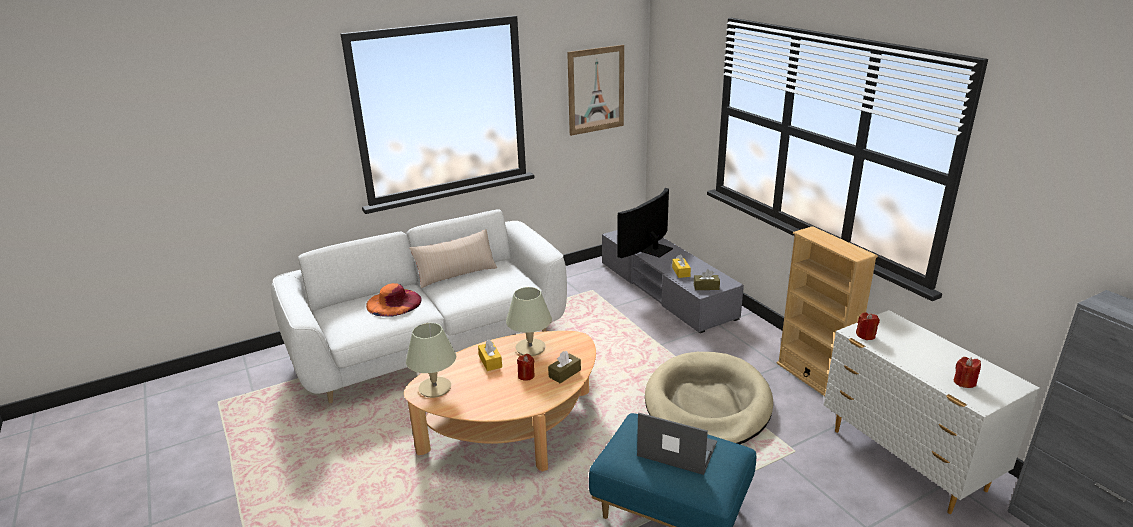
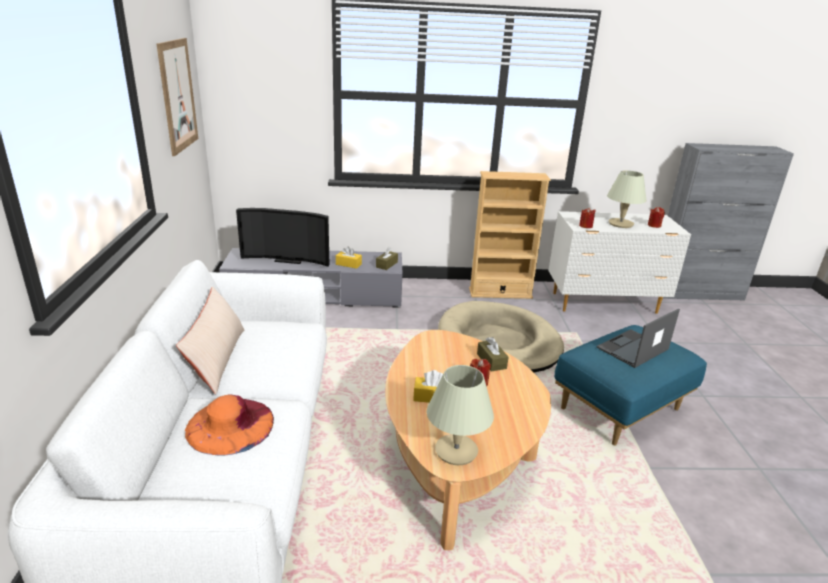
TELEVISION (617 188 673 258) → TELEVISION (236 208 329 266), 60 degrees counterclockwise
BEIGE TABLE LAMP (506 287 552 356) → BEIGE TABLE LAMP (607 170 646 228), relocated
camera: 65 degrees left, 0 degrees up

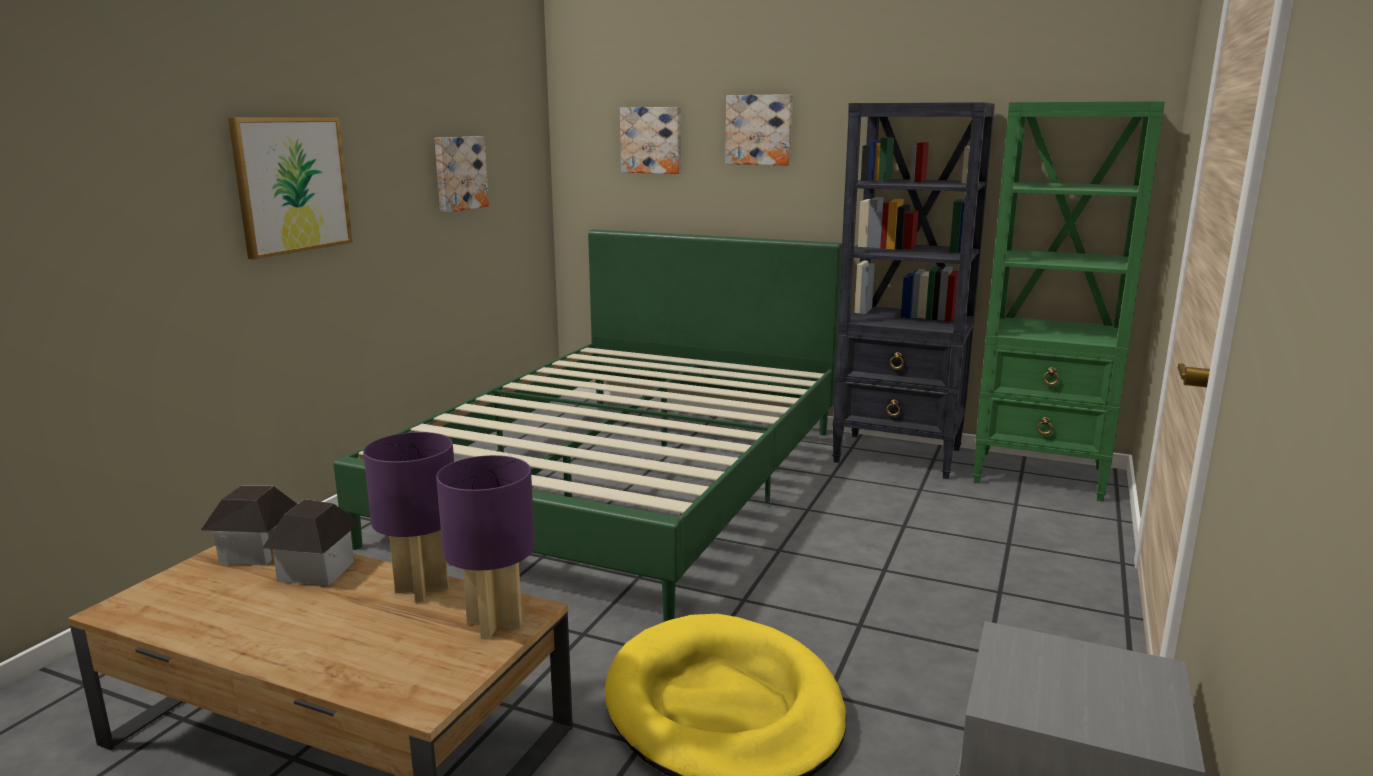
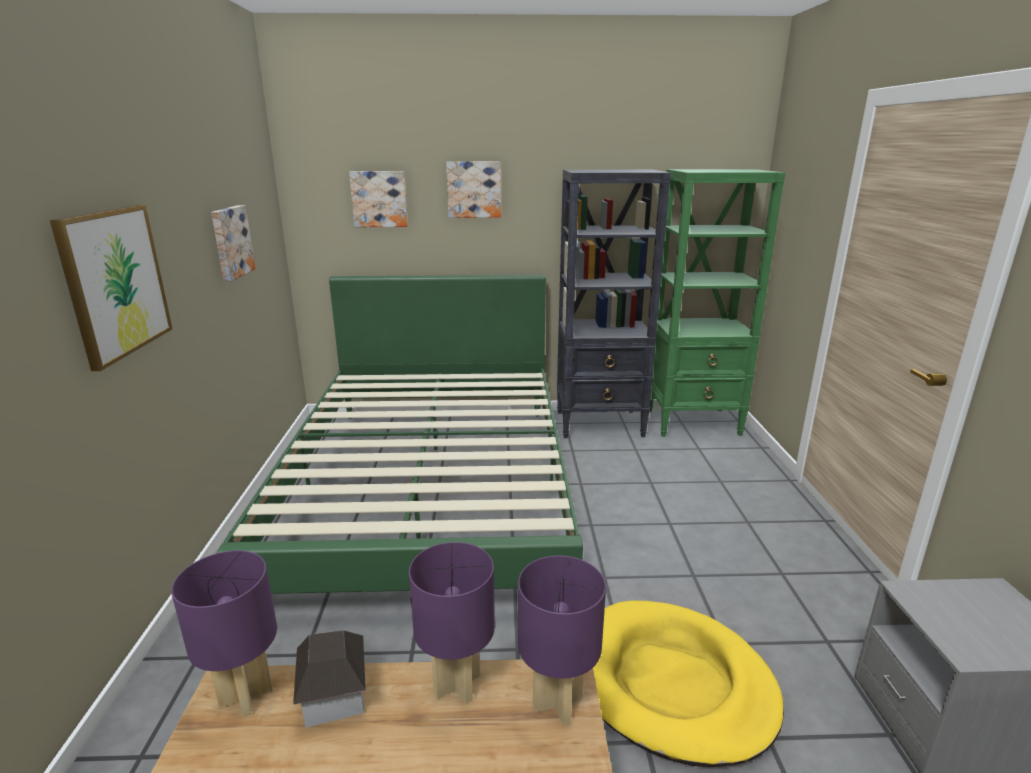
TOY HOUSE (201 486 297 565) → PURPLE TABLE LAMP (171 550 277 717)
camera: 25 degrees left, 5 degrees up

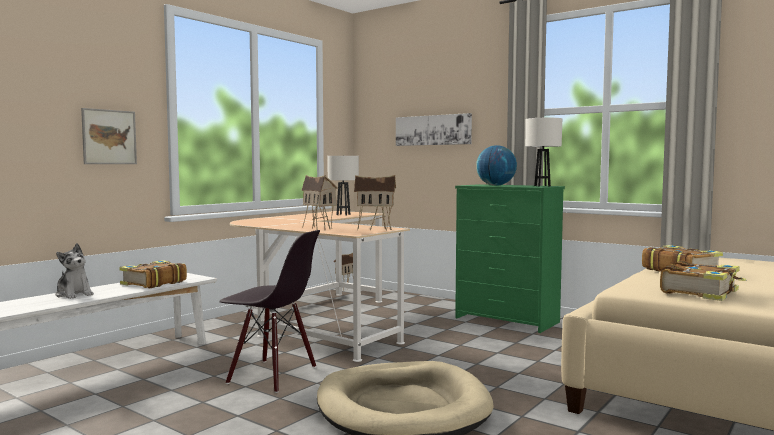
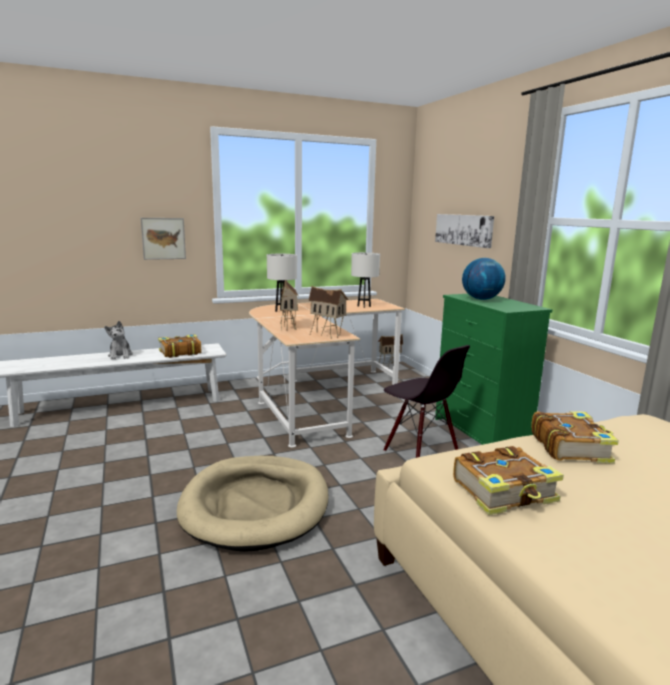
WHITE TABLE LAMP (525 118 562 187) → WHITE TABLE LAMP (267 254 297 313), relocated
BLACK CHAIR (219 230 320 393) → BLACK CHAIR (383 345 470 458), relocated
camera: 30 degrees right, 10 degrees up

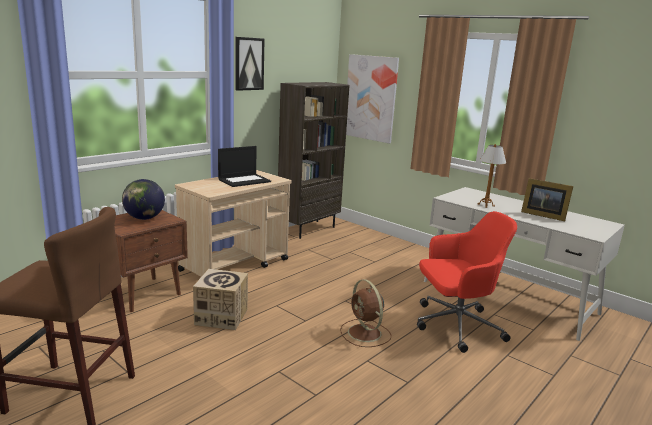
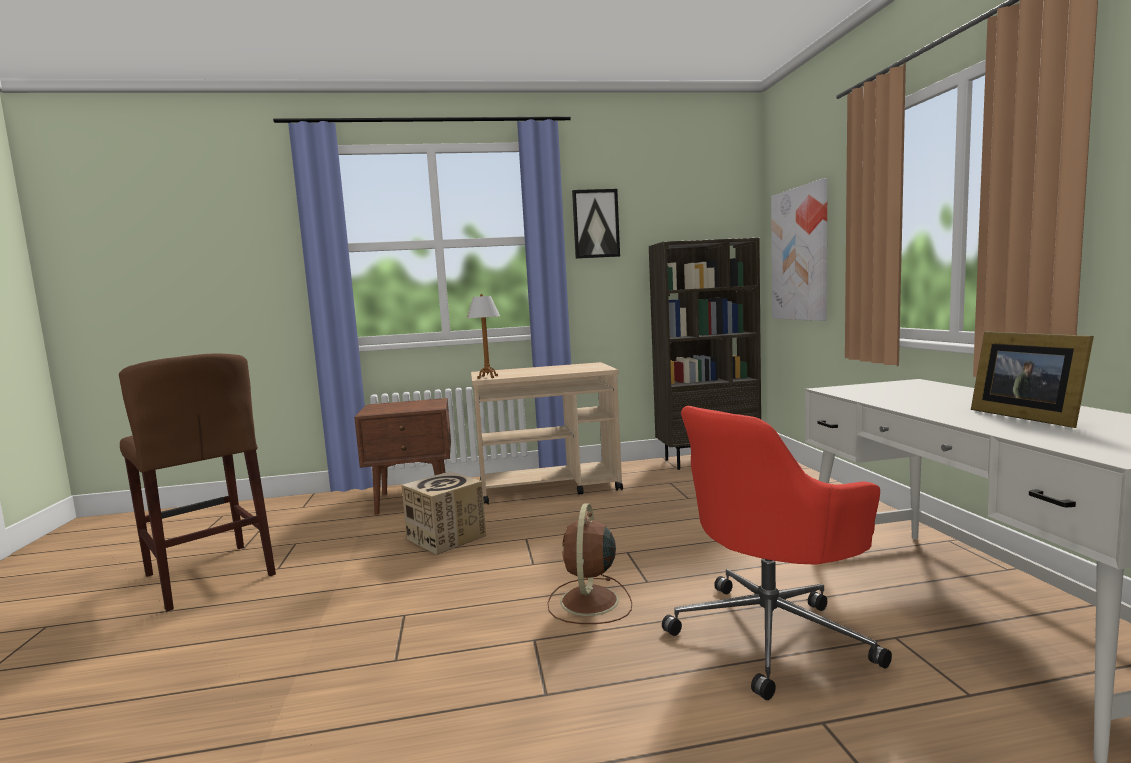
TABLE LAMP (478 144 506 208) → TABLE LAMP (467 294 500 379), relocated
LAPTOP (218 146 271 187) → -
GLOBE (122 179 165 220) → -
RED OFFICE CHAIR (417 211 517 353) → RED OFFICE CHAIR (662 406 892 700), 120 degrees clockwise
camera: 40 degrees right, 10 degrees down

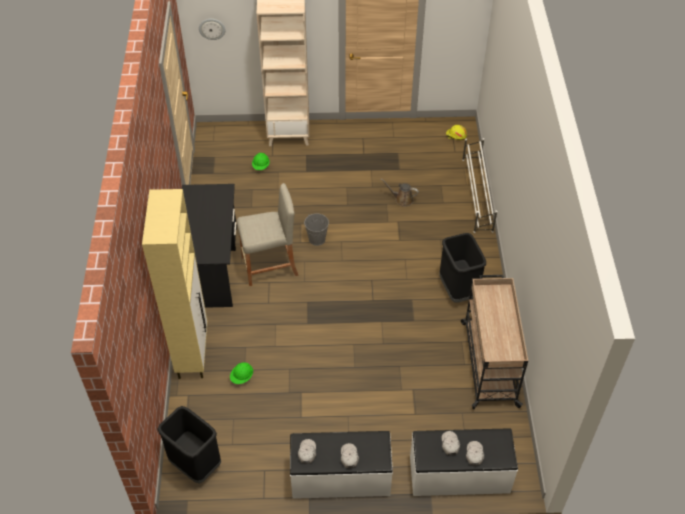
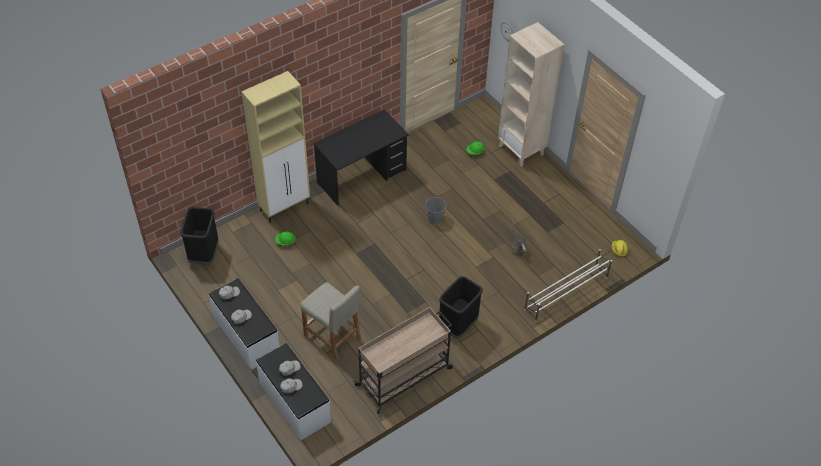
BEIGE STOOL (236 183 299 286) → BEIGE STOOL (301 282 362 361), relocated
camera: 55 degrees right, 0 degrees up

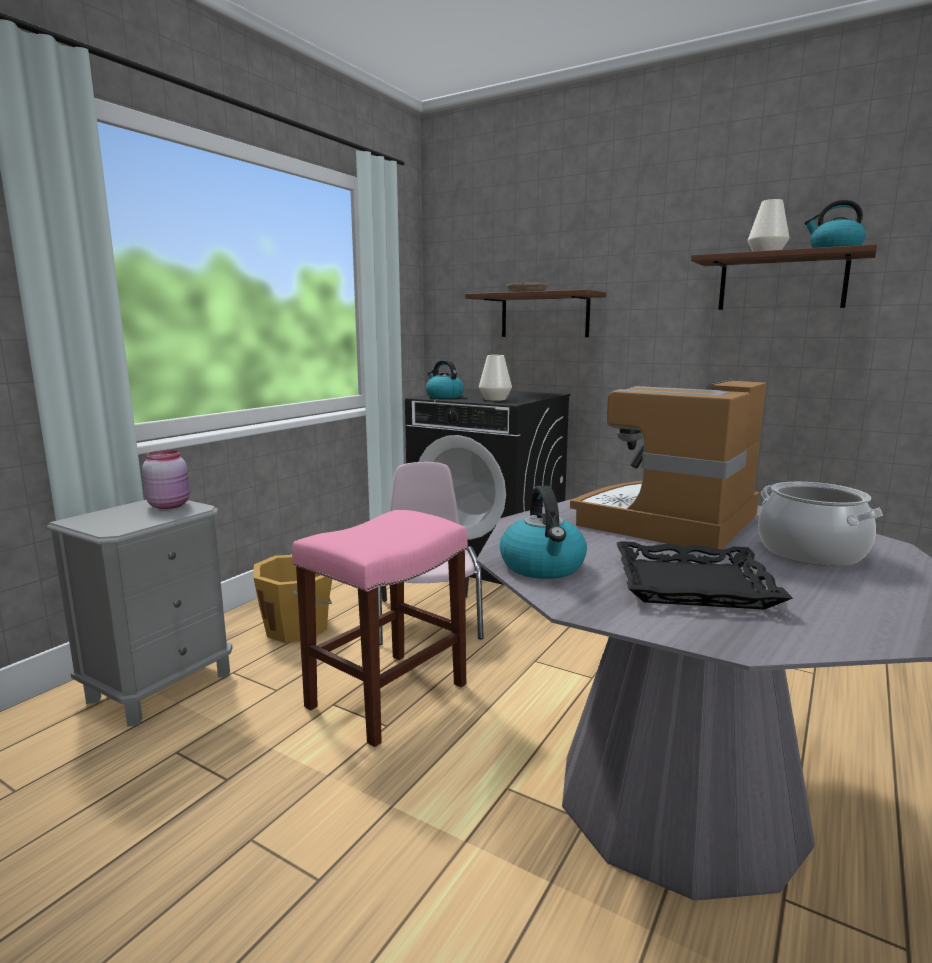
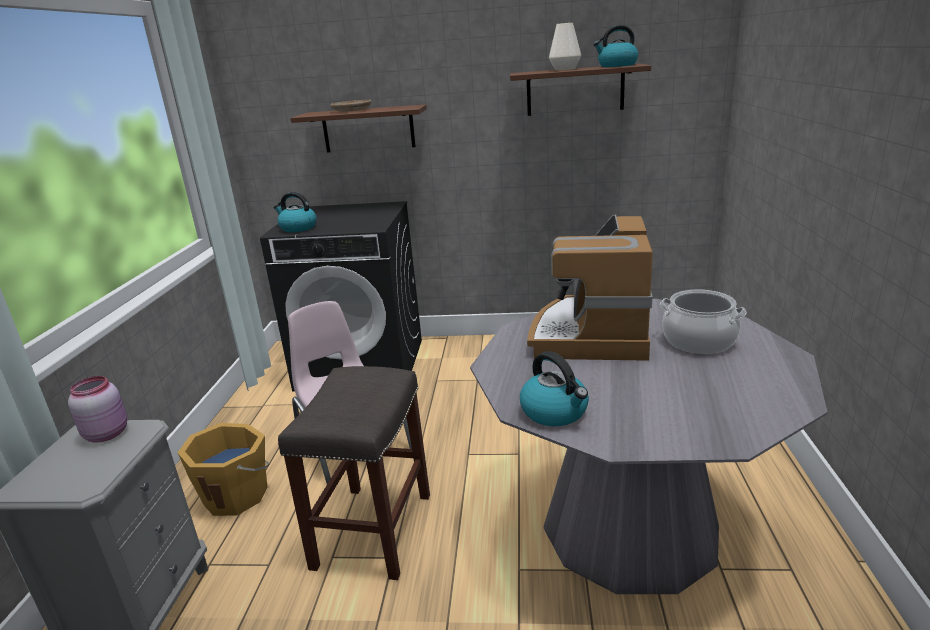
WHITE VASE (479 355 512 401) → -
PINK STOOL (292 510 468 747) → GREY STOOL (278 366 430 580)
BLACK TRAY (617 541 793 610) → -
camera: 25 degrees left, 10 degrees up

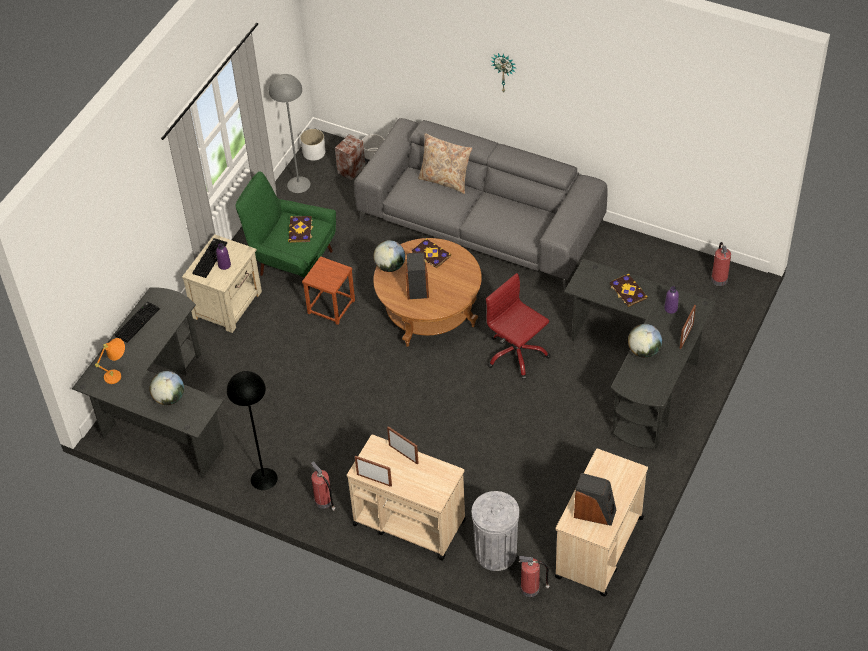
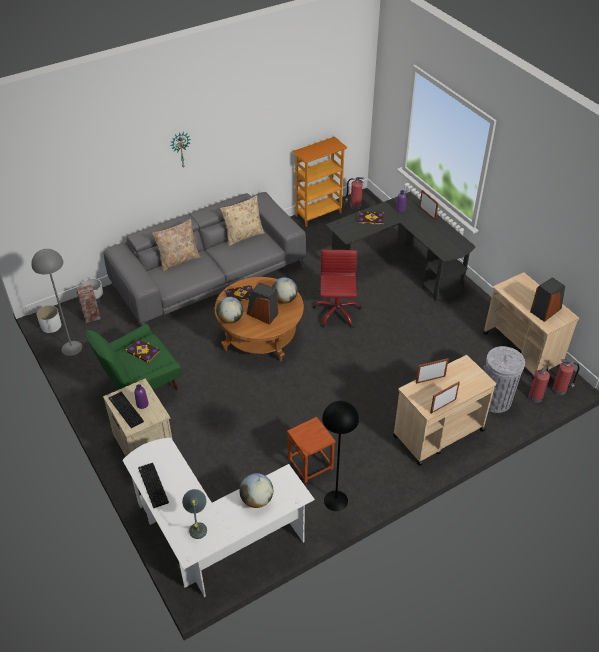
BROWN STOOL (302 256 355 325) → BROWN STOOL (287 417 336 483), relocated
RED OFFICE CHAIR (486 273 550 380) → RED OFFICE CHAIR (313 250 362 328), 105 degrees clockwise
BLACK DESK (72 287 224 478) → WHITE DESK (122 438 315 597)
GLOBE (628 324 662 358) → GLOBE (272 277 298 304), relocated
ORANGE TABLE LAMP (95 338 125 384) → GREY TABLE LAMP (182 489 207 539)
FIRE EXTINGUISHER (311 461 335 511) → FIRE EXTINGUISHER (552 359 580 395), relocated
- → BOOKCASE (292 137 348 227)
- → BEIGE PILLOW (220 195 265 246)
camera: 60 degrees left, 5 degrees down

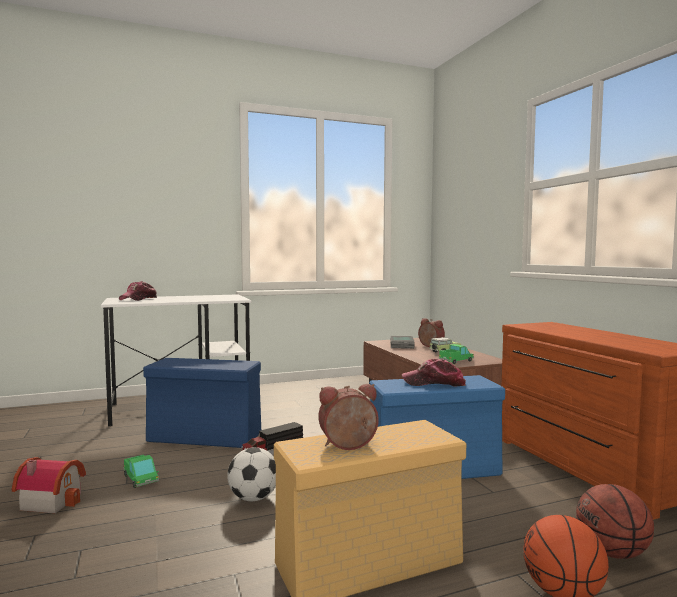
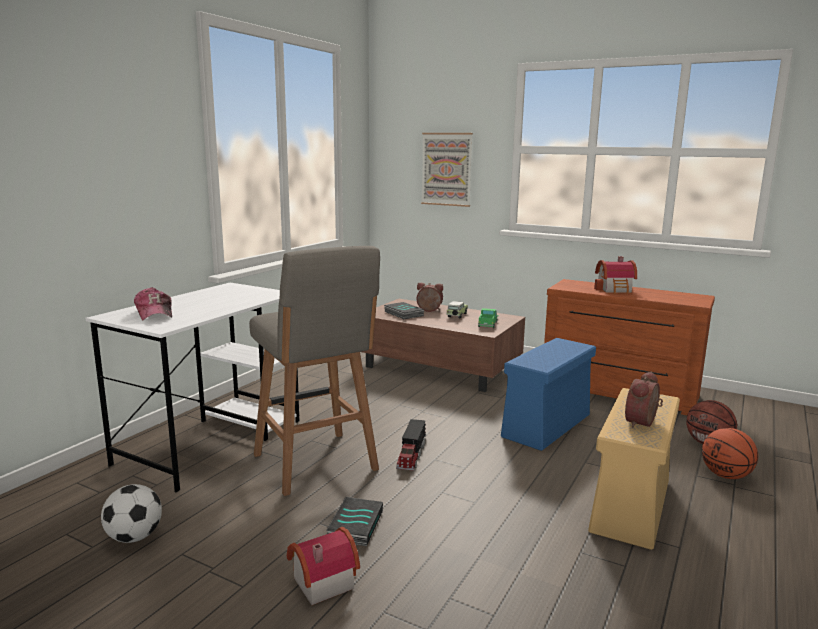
BLUE STORAGE BOX (143 358 261 448) → GREY STOOL (249 246 380 496)
CAP (402 359 466 387) → -
FOOTBALL (227 447 276 501) → FOOTBALL (101 484 162 543), relocated
TOY TRUCK (123 455 159 488) → BOOK (326 497 383 546)
- → PICTURE (421 133 473 207)
- → TOY HOUSE (594 256 637 294)
camera: 40 degrees left, 10 degrees up

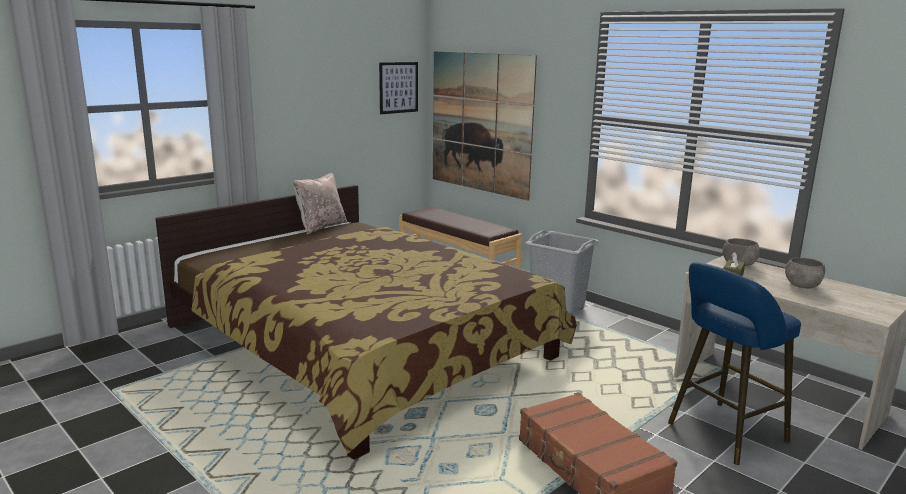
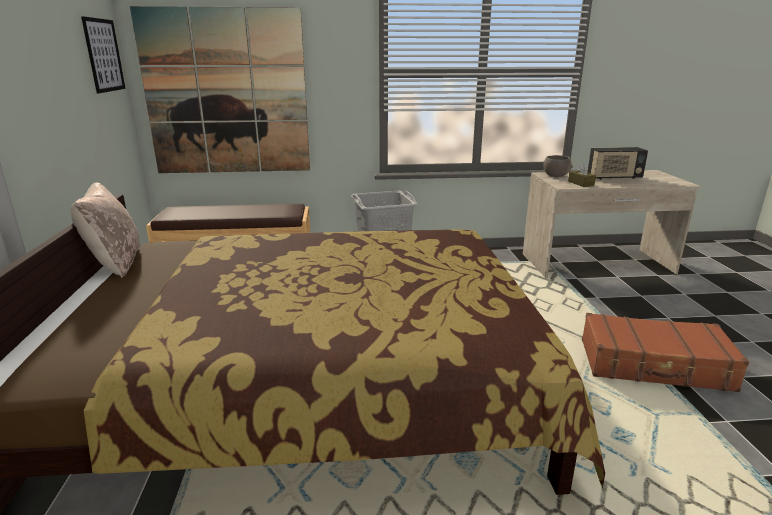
GREY BOWL (785 258 825 288) → RADIO (587 147 648 179)
BLUE STOOL (668 262 801 465) → -
camera: 50 degrees left, 5 degrees up

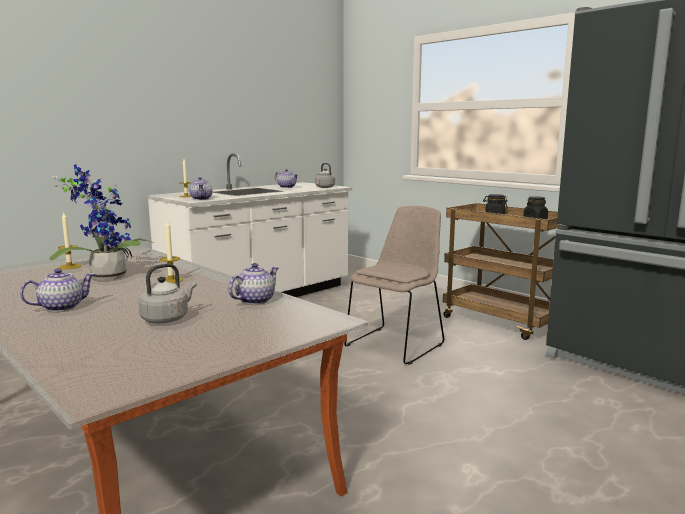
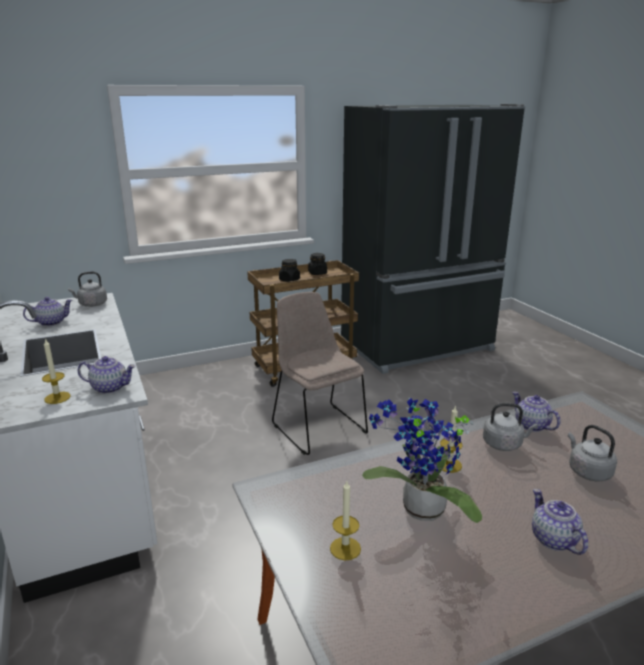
- → GREY KETTLE (483 403 538 451)
camera: 70 degrees left, 10 degrees up

